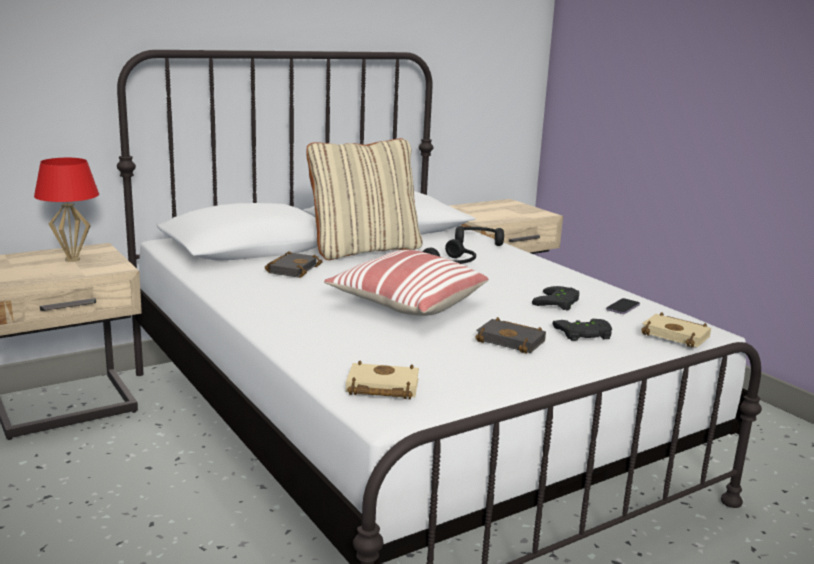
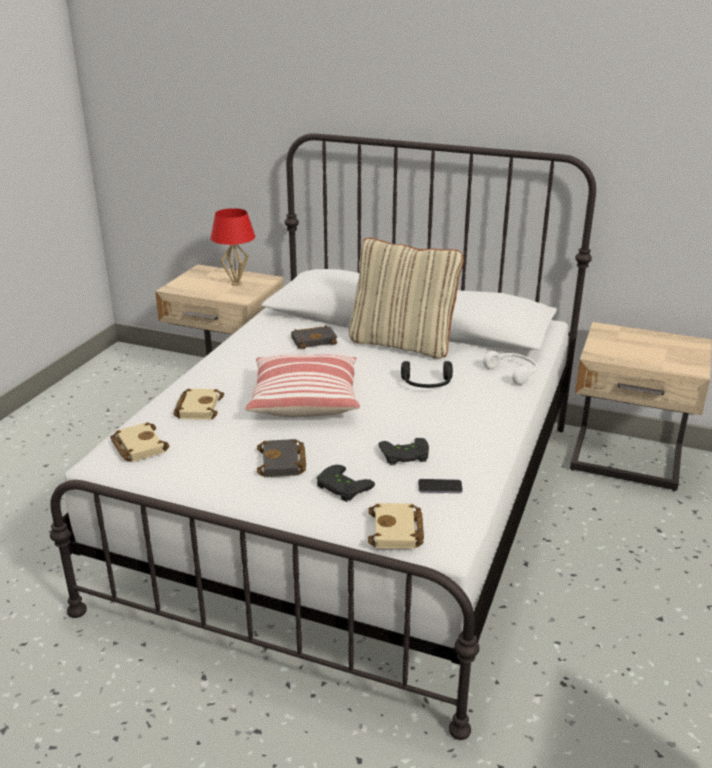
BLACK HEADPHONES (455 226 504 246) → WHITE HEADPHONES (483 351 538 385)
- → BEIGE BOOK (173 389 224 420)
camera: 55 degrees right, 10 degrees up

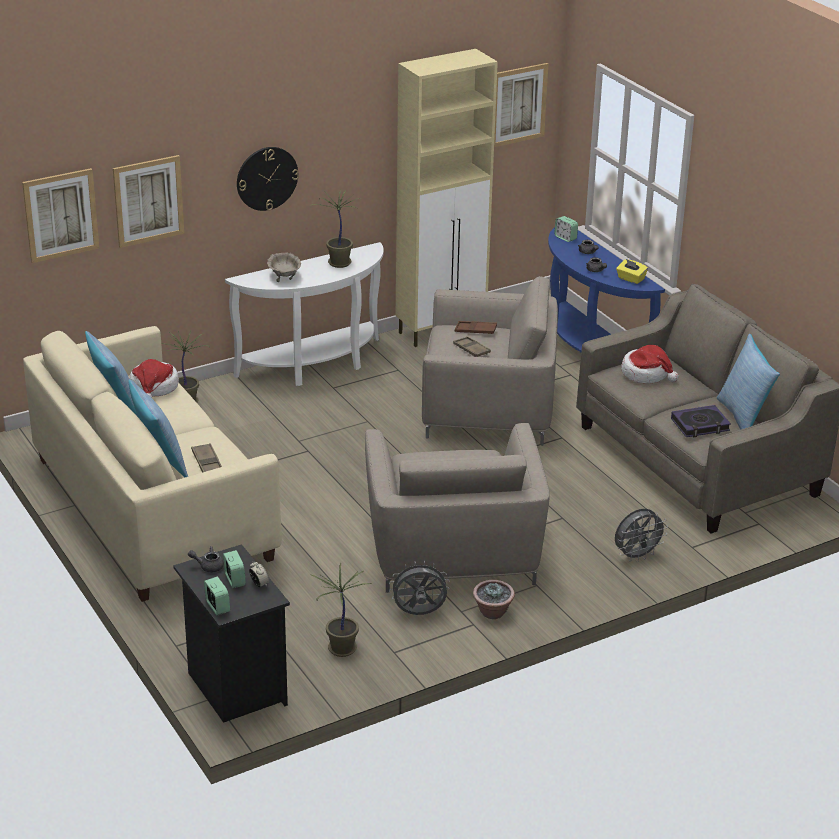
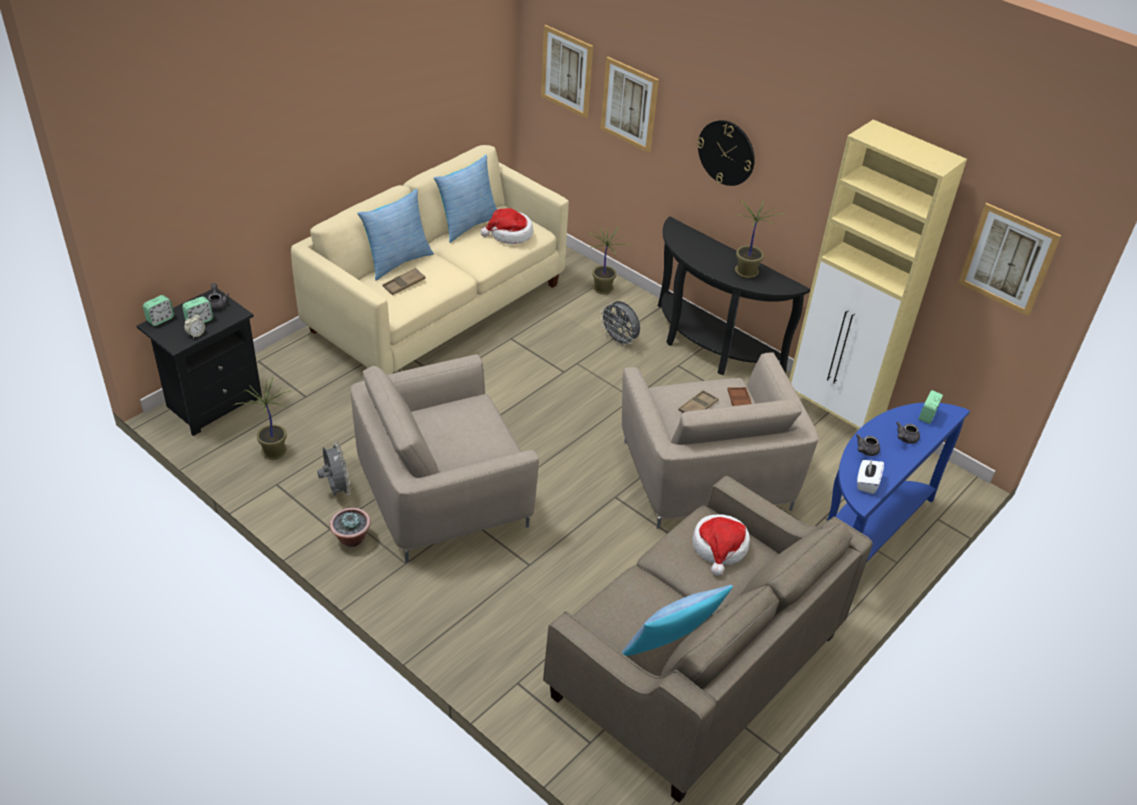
WHITE CONSOLE TABLE (225 242 384 386) → BLACK CONSOLE TABLE (658 217 810 375)
BEIGE BOWL (267 252 301 282) → -
YELLOW TISSUE BOX (616 259 648 284) → WHITE TISSUE BOX (857 458 884 494)
BOOK (671 405 731 437) → -
GREY FAN (615 509 668 562) → GREY FAN (599 301 640 347), relocated
camera: 70 degrees right, 10 degrees up

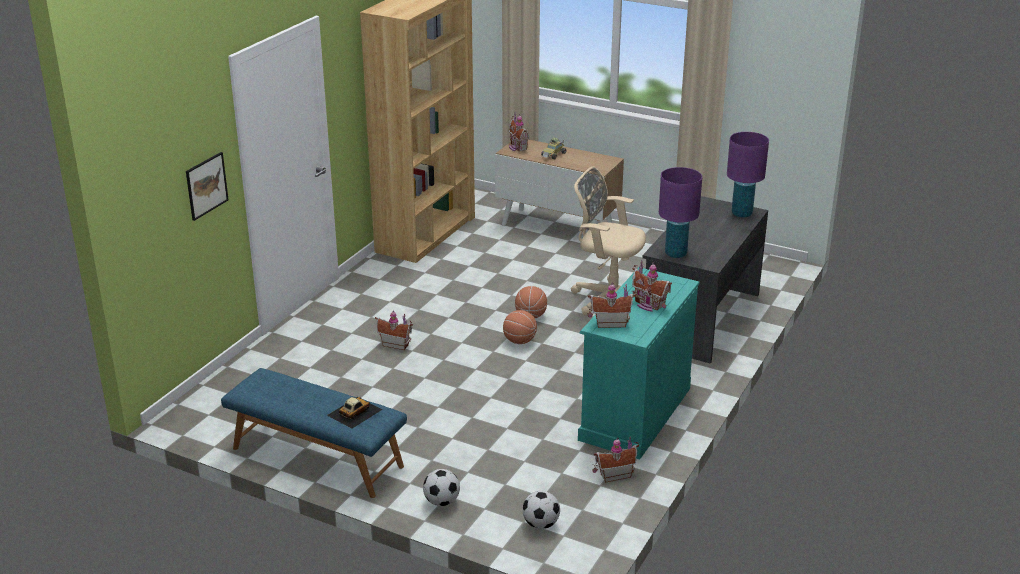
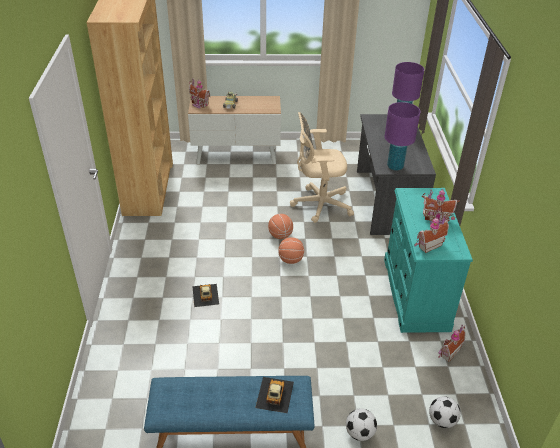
PICTURE (186 152 229 221) → -
TOY HOUSE (375 310 413 350) → TOY CAR (192 284 219 307)
camera: 30 degrees left, 10 degrees up

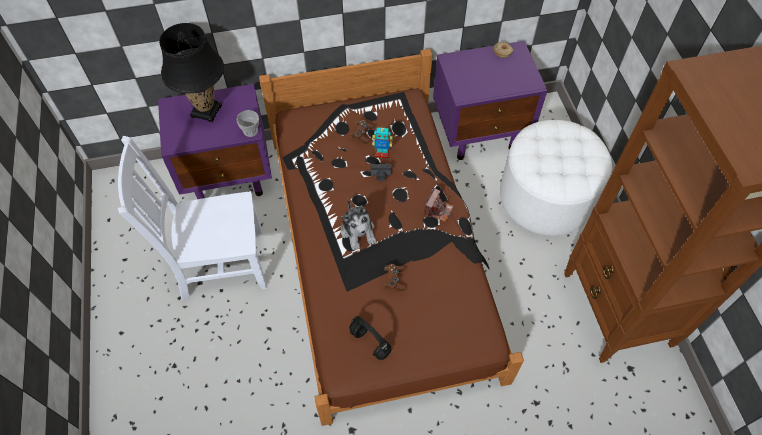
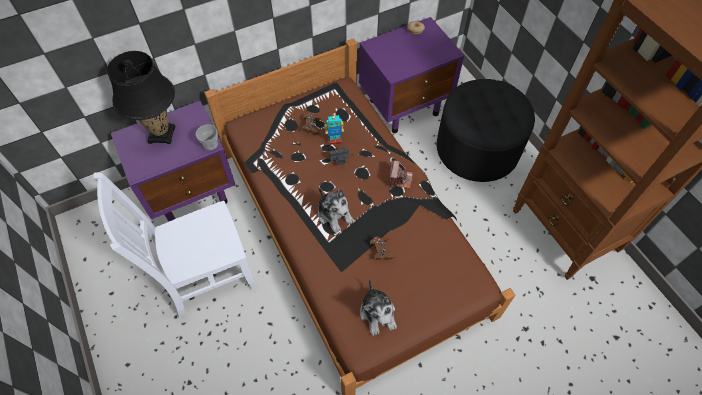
WHITE OTTOMAN (500 120 612 236) → BLACK OTTOMAN (437 79 535 182)
BLACK HEADPHONES (349 316 391 360) → PLUSH TOY (360 279 397 336)
camera: 15 degrees left, 0 degrees up

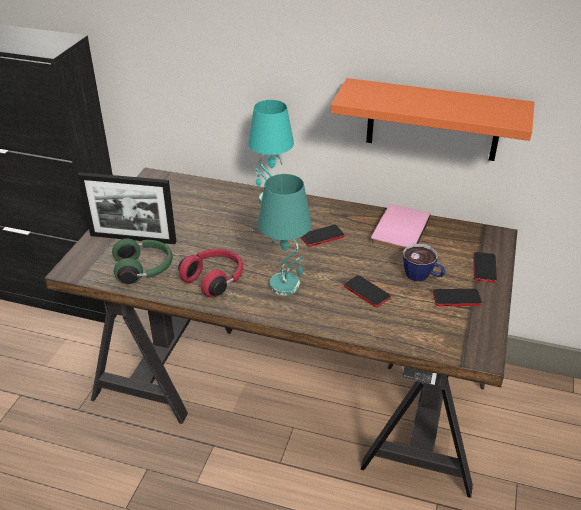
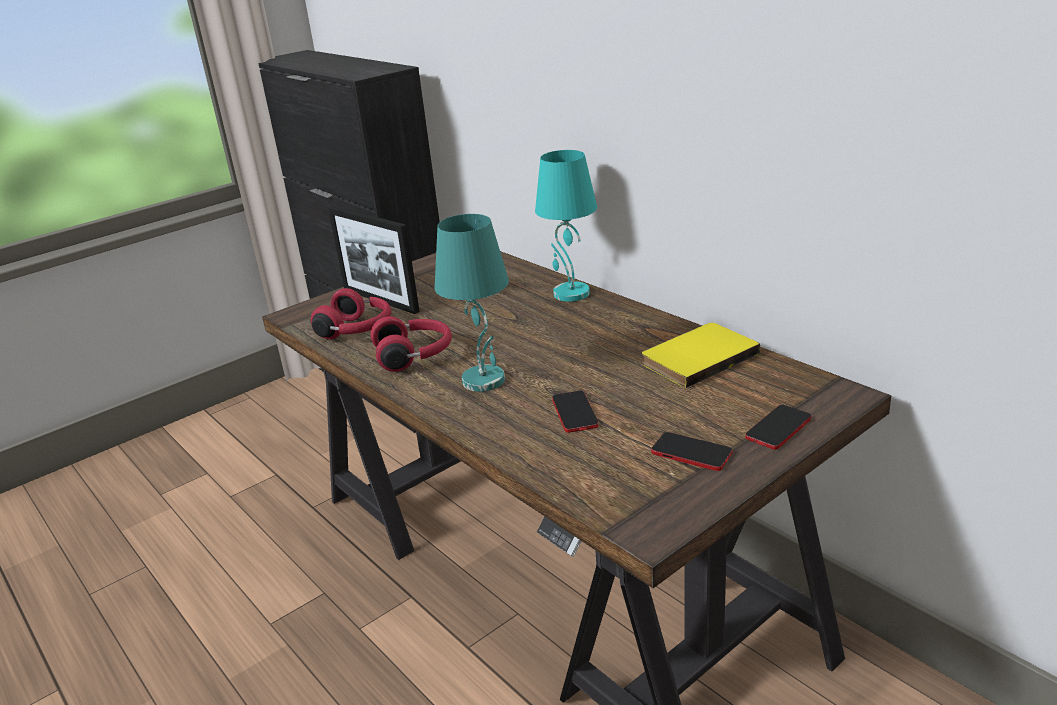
ORANGE SHELF (331 78 535 161) → -
PINK BOOK (371 204 431 253) → YELLOW BOOK (642 323 760 388)
PHONE (301 225 345 247) → -
GREEN HEADPHONES (112 239 173 284) → RED HEADPHONES (311 288 391 339)
CUP (403 244 446 282) → -
camera: 35 degrees right, 10 degrees down

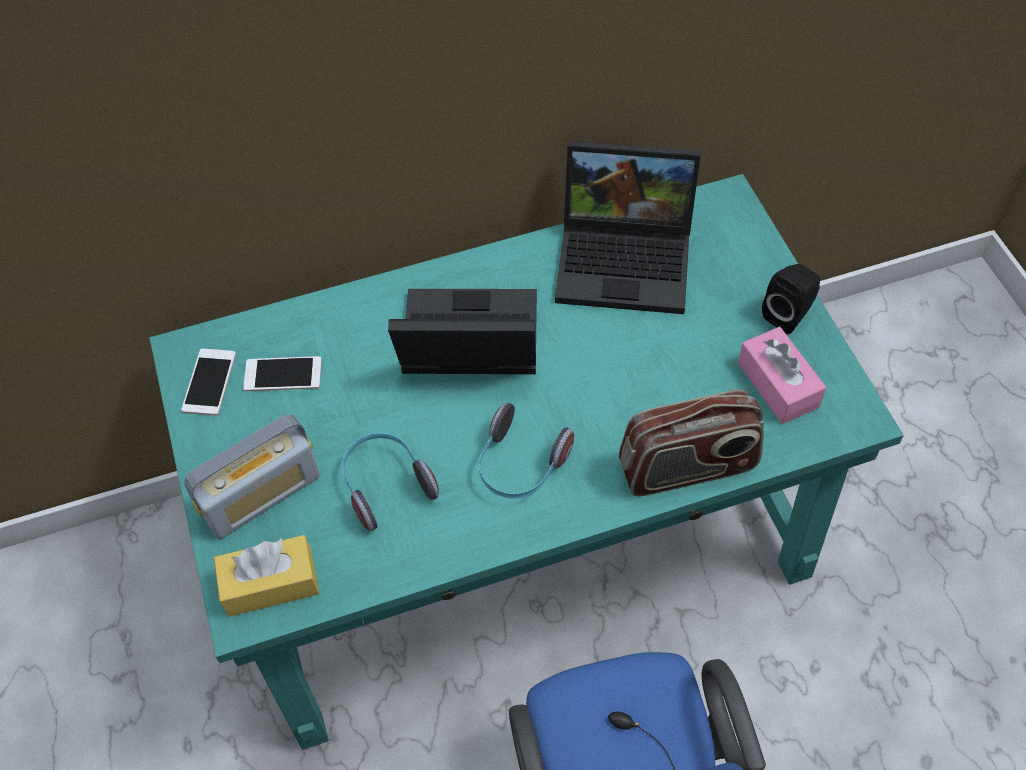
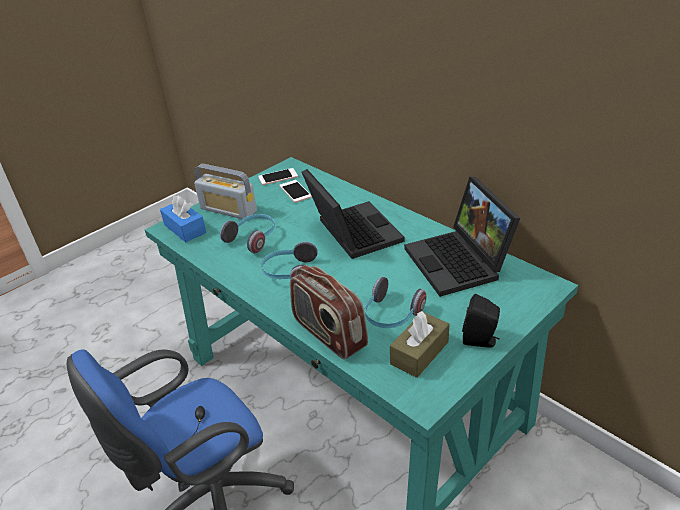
PINK TISSUE BOX (738 327 827 424) → BROWN TISSUE BOX (390 311 449 378)
YELLOW TISSUE BOX (214 535 319 617) → BLUE TISSUE BOX (160 196 206 242)
- → HEADPHONES (365 277 426 328)
camera: 65 degrees right, 20 degrees down

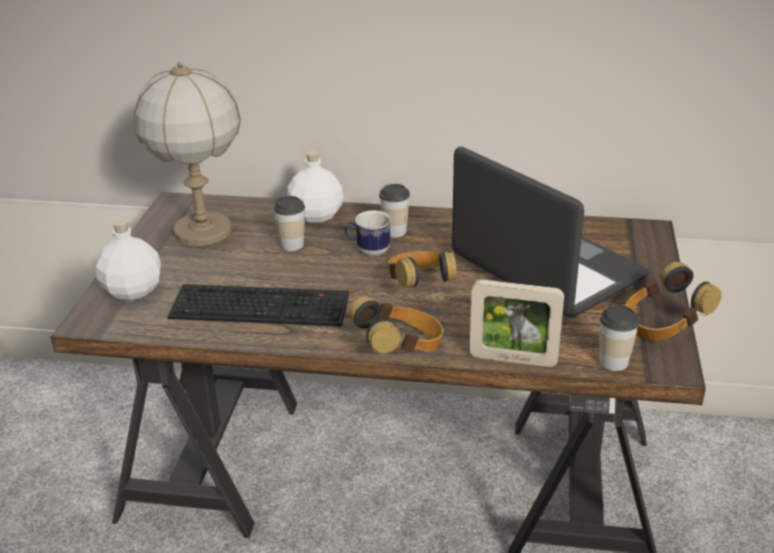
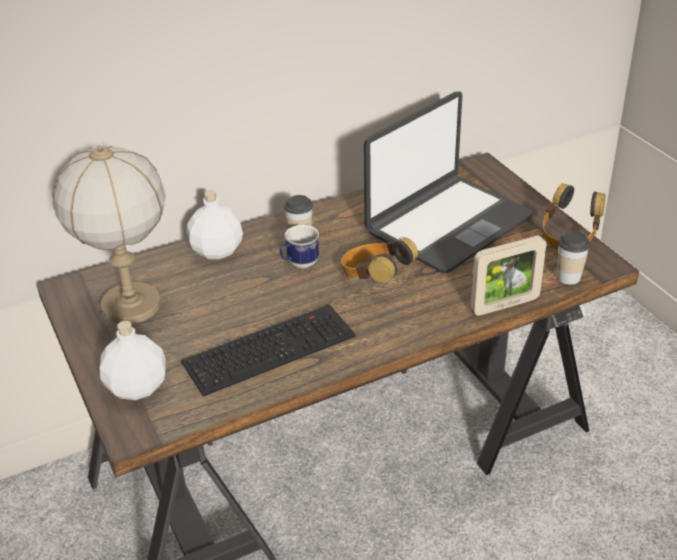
LAPTOP (452 147 650 318) → LAPTOP (364 92 533 273), 120 degrees clockwise
CUP (274 196 305 251) → -
HEADPHONES (349 296 443 353) → -
camera: 35 degrees left, 5 degrees up

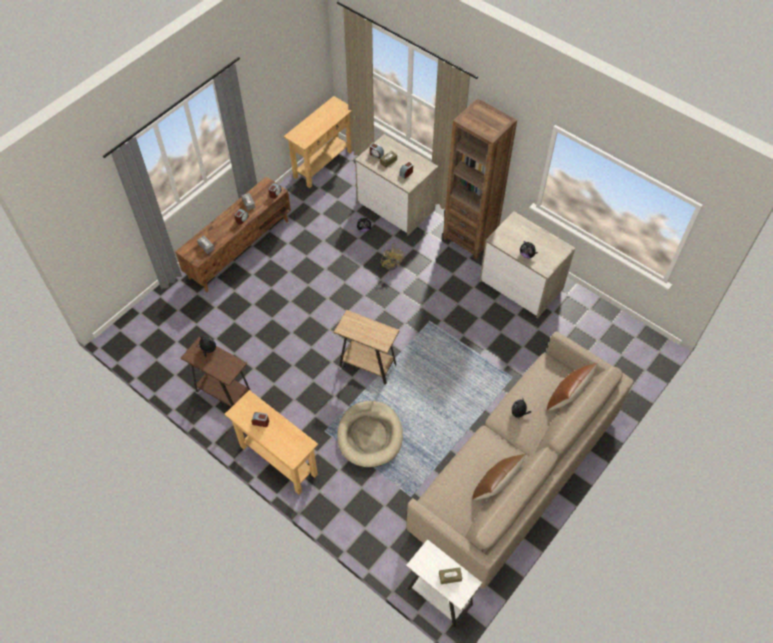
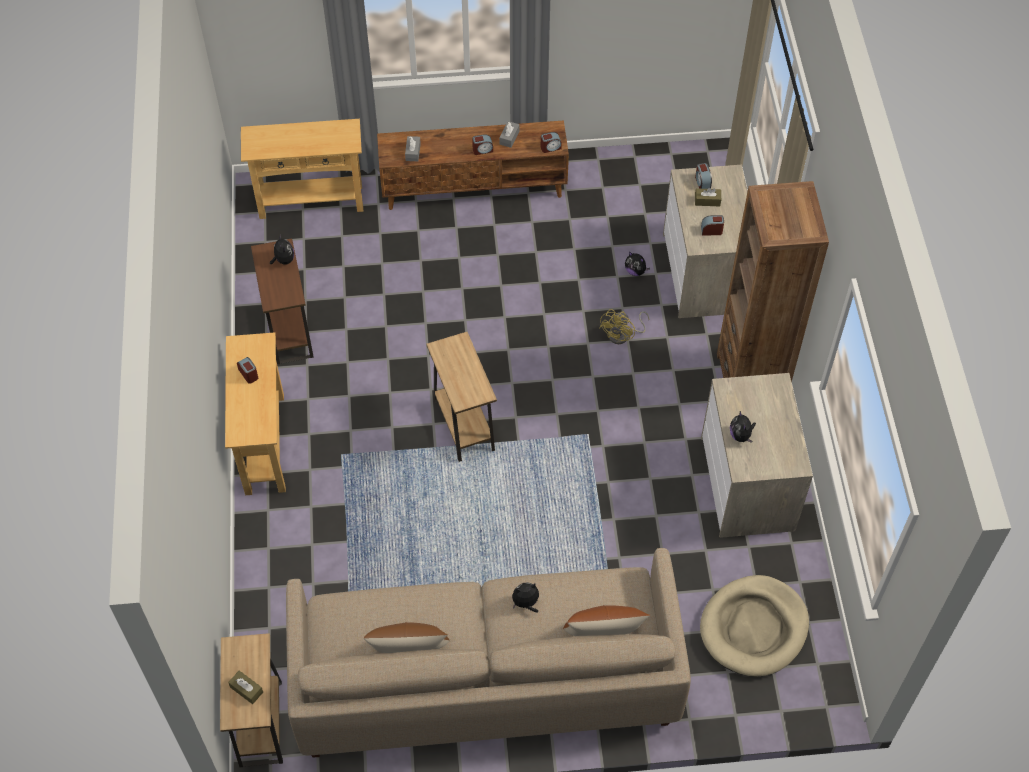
BEIGE CONSOLE TABLE (283 96 353 188) → BEIGE CONSOLE TABLE (241 119 363 219), relocated
BEIGE DOG BED (337 401 403 468) → BEIGE DOG BED (700 575 809 677), relocated
WHITE SIDE TABLE (406 539 482 628) → BROWN SIDE TABLE (220 633 283 767)
camera: 45 degrees right, 0 degrees up

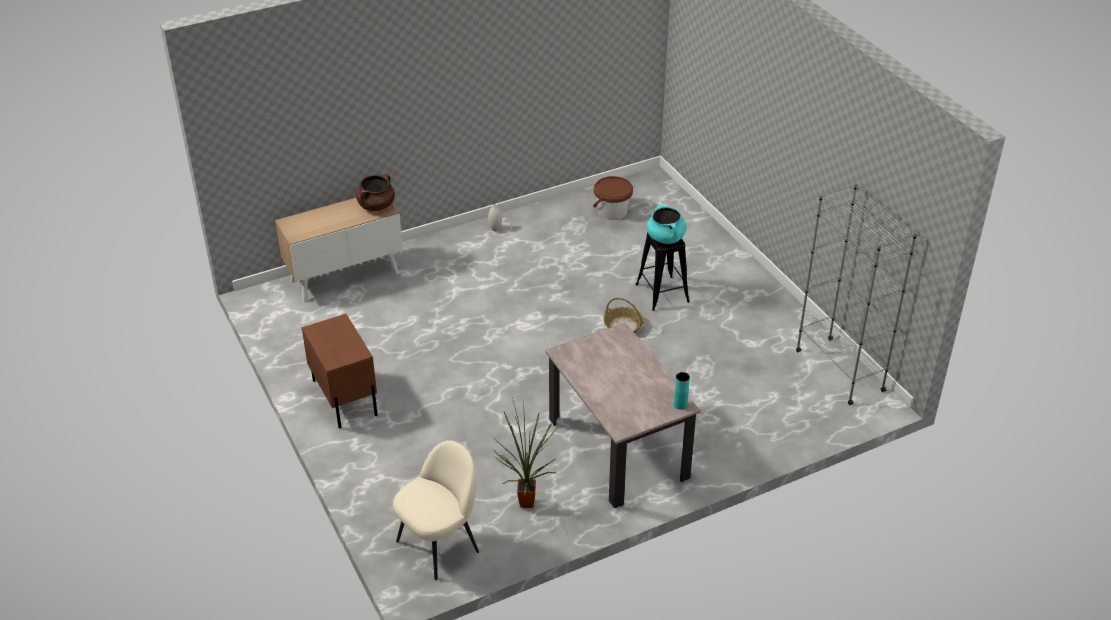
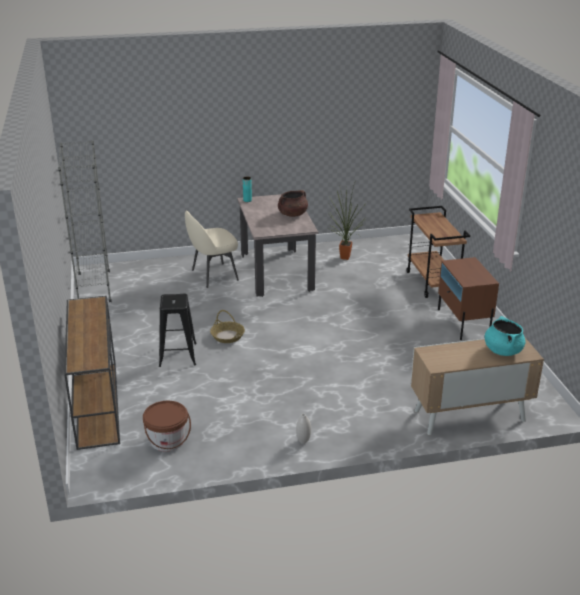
BROWN COOKING POT (356 174 395 211) → BROWN COOKING POT (278 190 308 217), relocated
TURQUOISE COOKING POT (647 205 686 244) → TURQUOISE COOKING POT (485 316 526 356), relocated
BEIGE CHAIR (393 440 479 580) → BEIGE CHAIR (185 210 239 288), relocated
- → BROWN CART (407 206 470 298)
- → BROWN CONSOLE TABLE (64 296 120 450)
camera: 165 degrees left, 10 degrees down

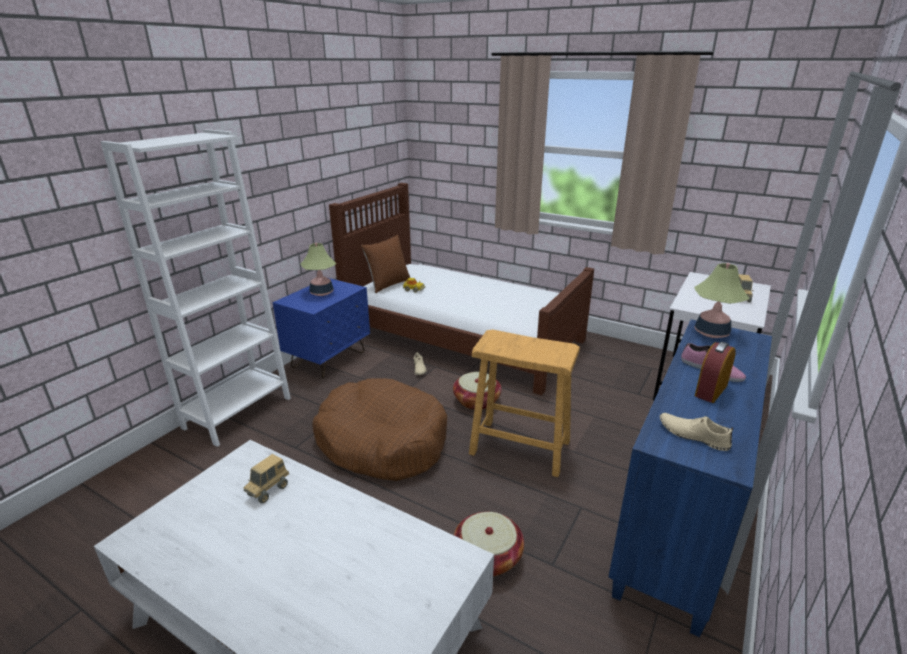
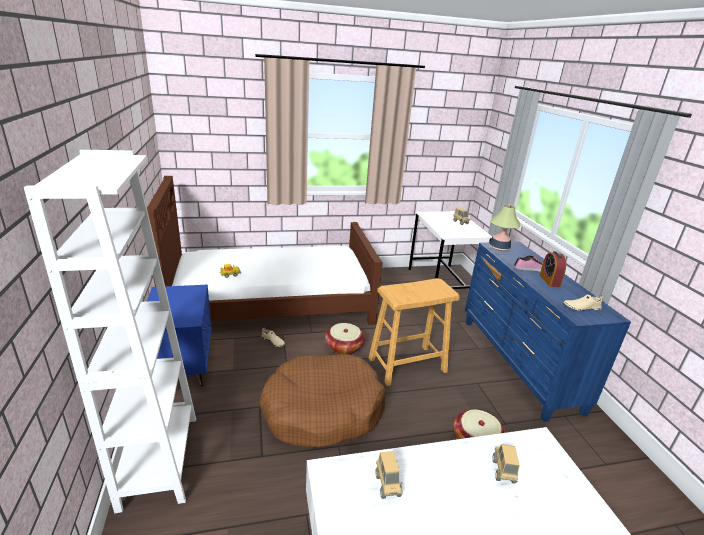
BROWN PILLOW (361 235 410 293) → -
TABLE LAMP (301 243 336 296) → -
- → TOY TRUCK (493 444 520 484)
camera: 45 degrees left, 0 degrees up

